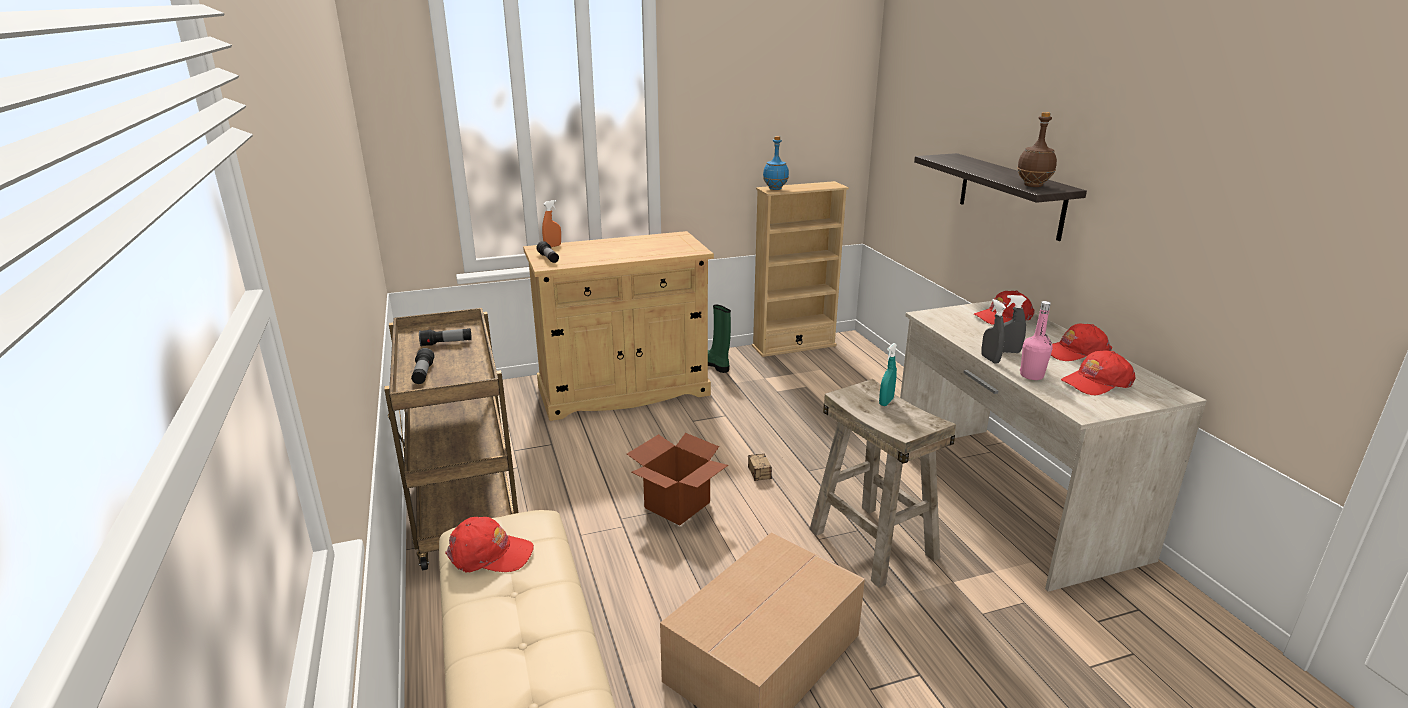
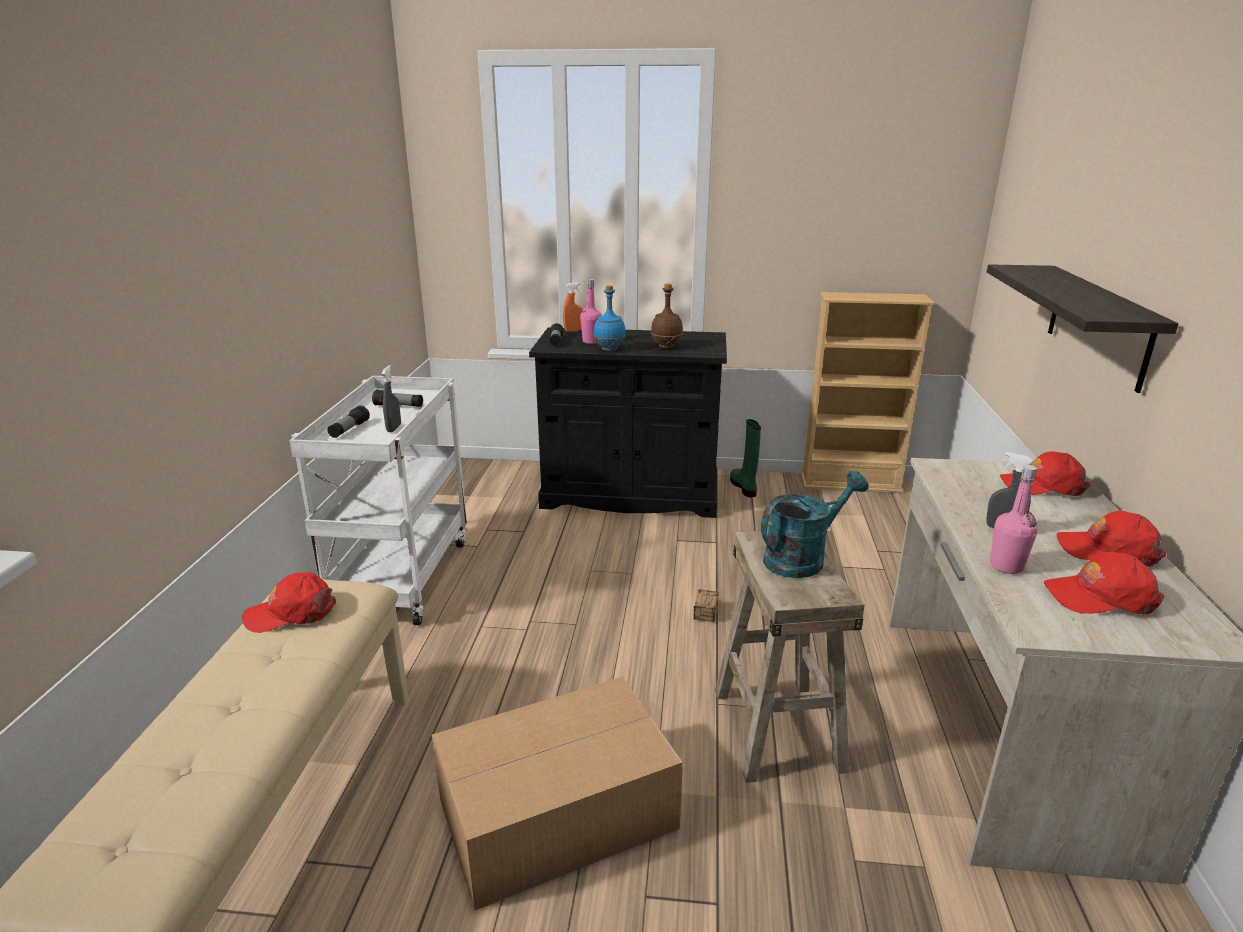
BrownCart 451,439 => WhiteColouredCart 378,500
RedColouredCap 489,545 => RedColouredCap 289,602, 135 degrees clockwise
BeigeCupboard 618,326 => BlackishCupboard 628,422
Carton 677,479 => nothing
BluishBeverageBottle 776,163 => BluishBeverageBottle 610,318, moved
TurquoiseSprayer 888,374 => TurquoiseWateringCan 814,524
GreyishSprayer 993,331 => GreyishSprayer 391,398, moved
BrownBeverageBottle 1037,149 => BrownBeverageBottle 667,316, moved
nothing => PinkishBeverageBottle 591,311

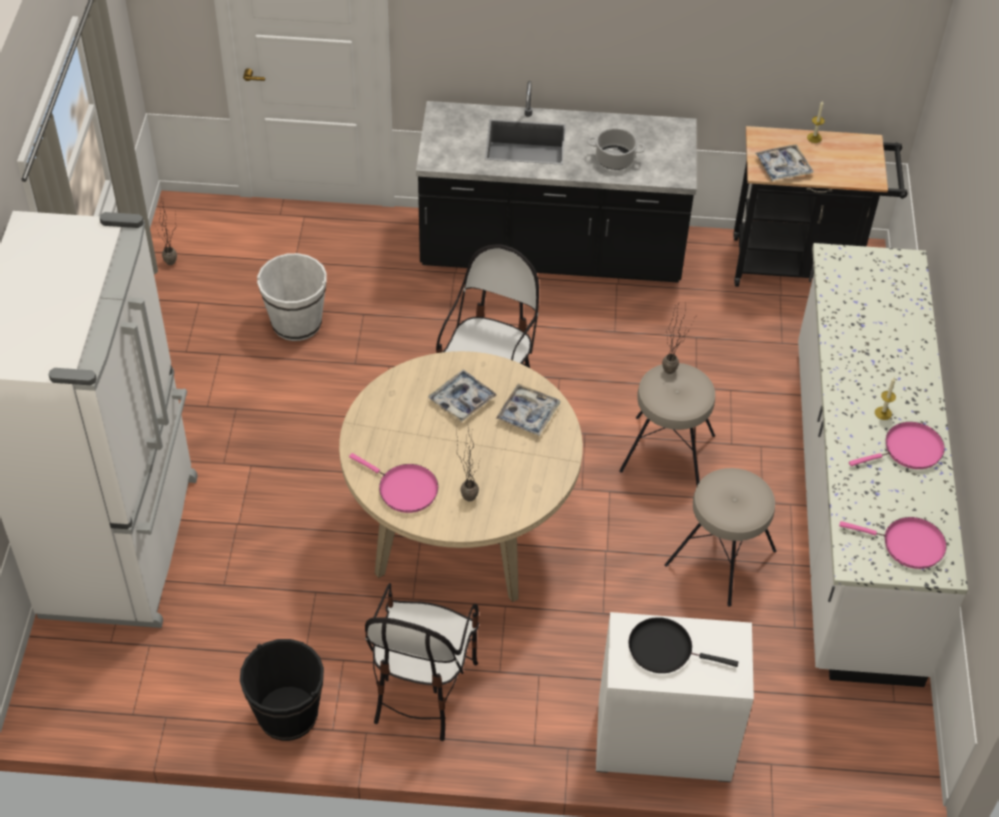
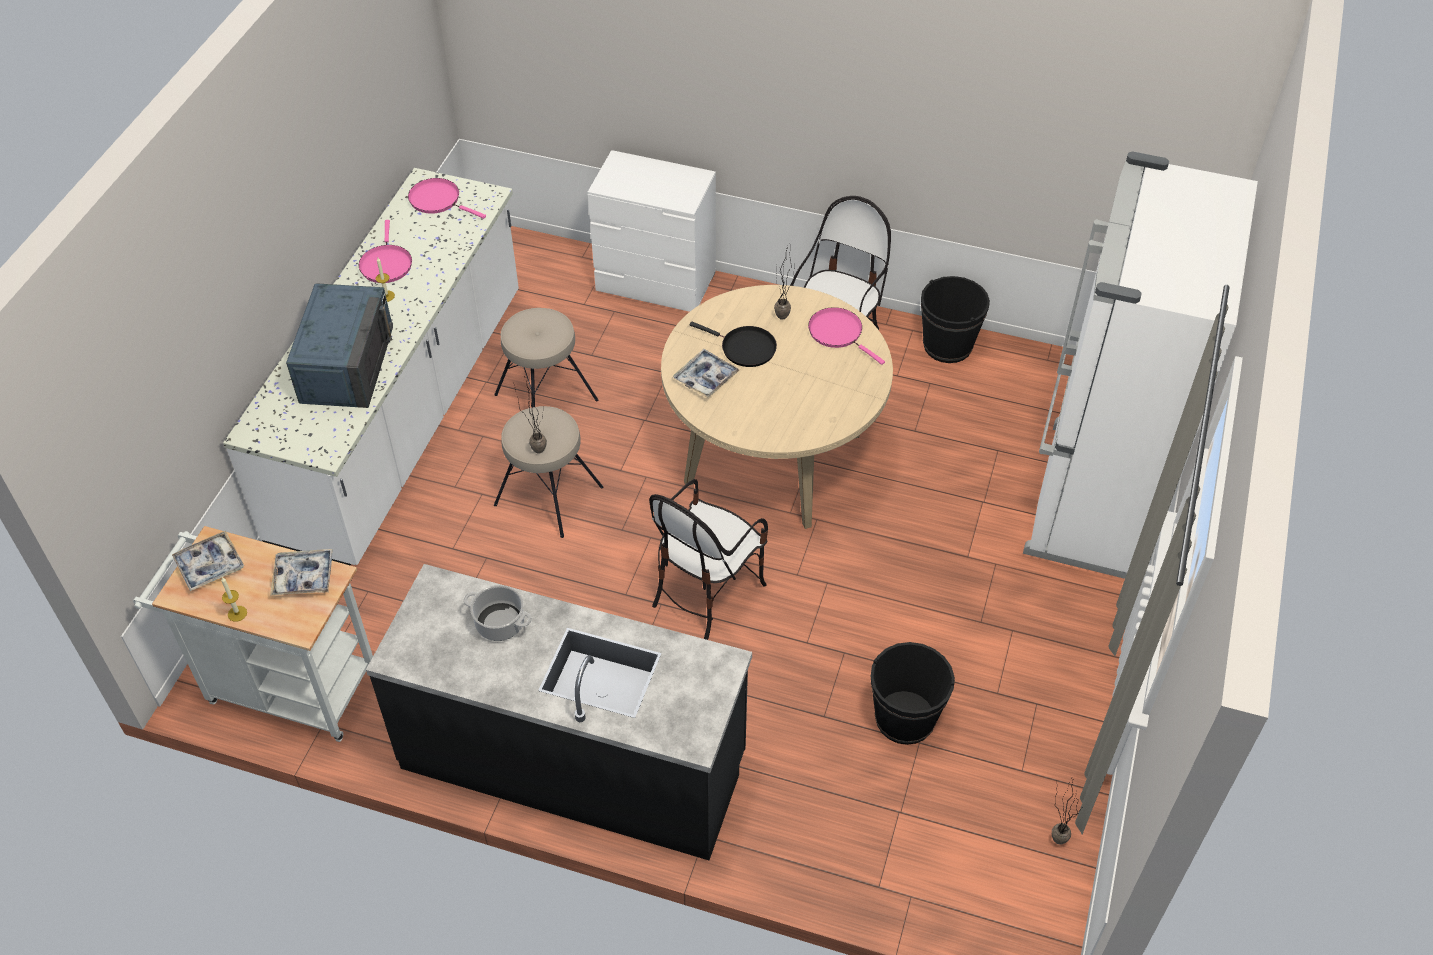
WhiteColouredPail 292,297 => BlackishPail 913,693
CarryingTray 462,395 => CarryingTray 208,561, moved
BlackishPan 683,645 => BlackishPan 733,344, moved
BlackishCart 820,206 => WhiteColouredCart 253,634
PinkishPan 897,445 => PinkishPan 385,251, 90 degrees counterclockwise
nothing => BluishKitchenMicrowave 339,345

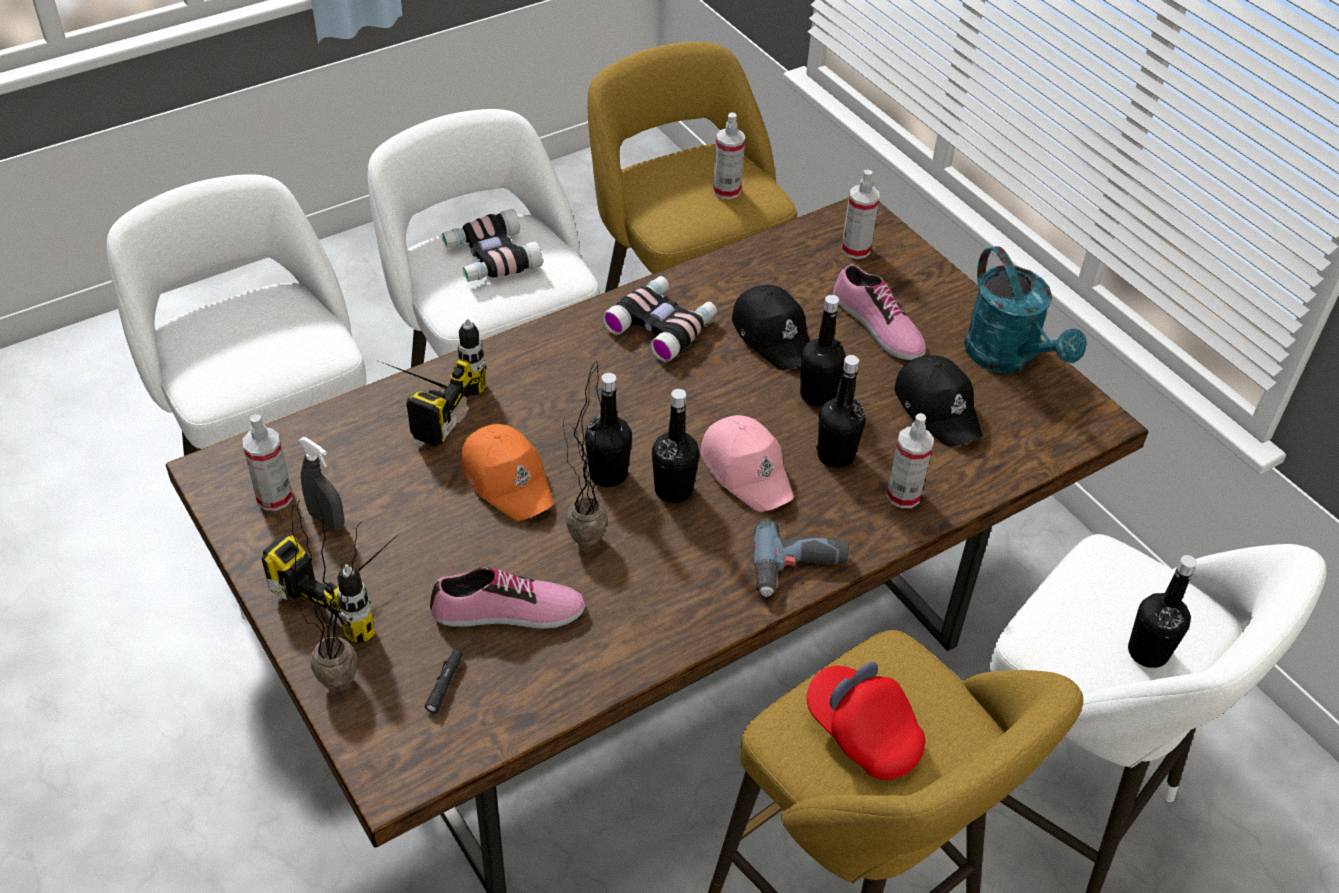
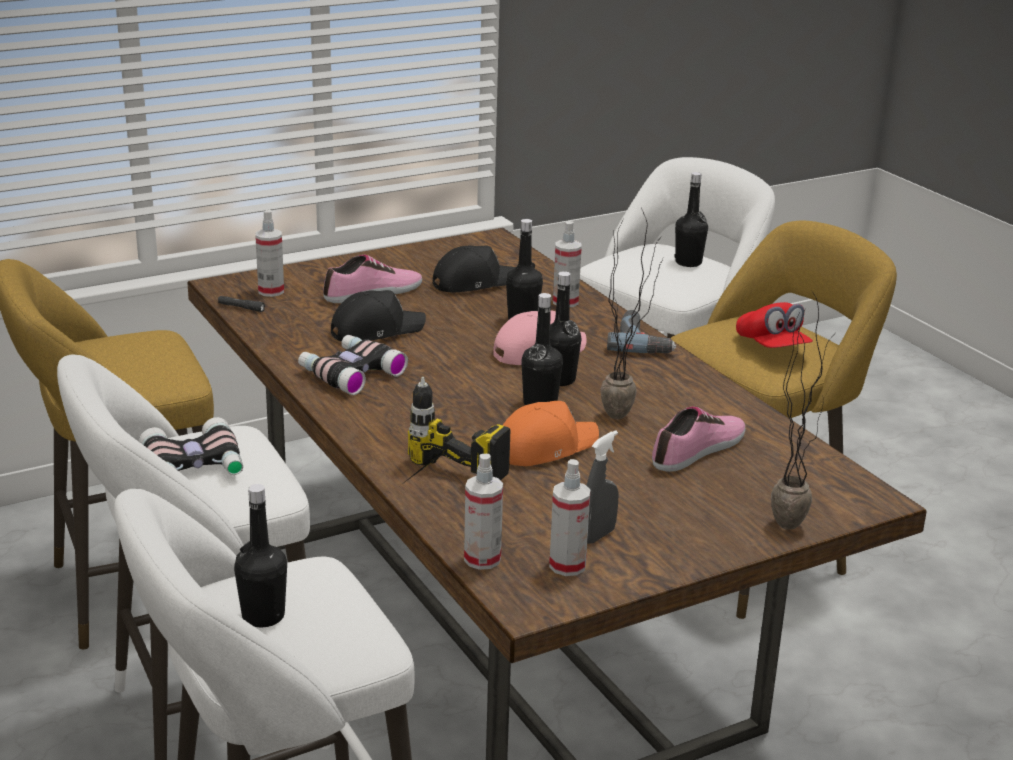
PowerDrill 332,587 => nothing
BlackishTorch 444,681 => BlackishTorch 241,304, moved
ItemOfFootwear 507,598 => ItemOfFootwear 699,439, 45 degrees clockwise
Sprayer 729,155 => Sprayer 483,512, moved
BlackishBeverageBottle 823,351 => BlackishBeverageBottle 260,555, moved
RedColouredCap 866,721 => RedColouredCap 774,325, 75 degrees counterclockwise
TurquoiseWateringCan 1025,310 => nothing

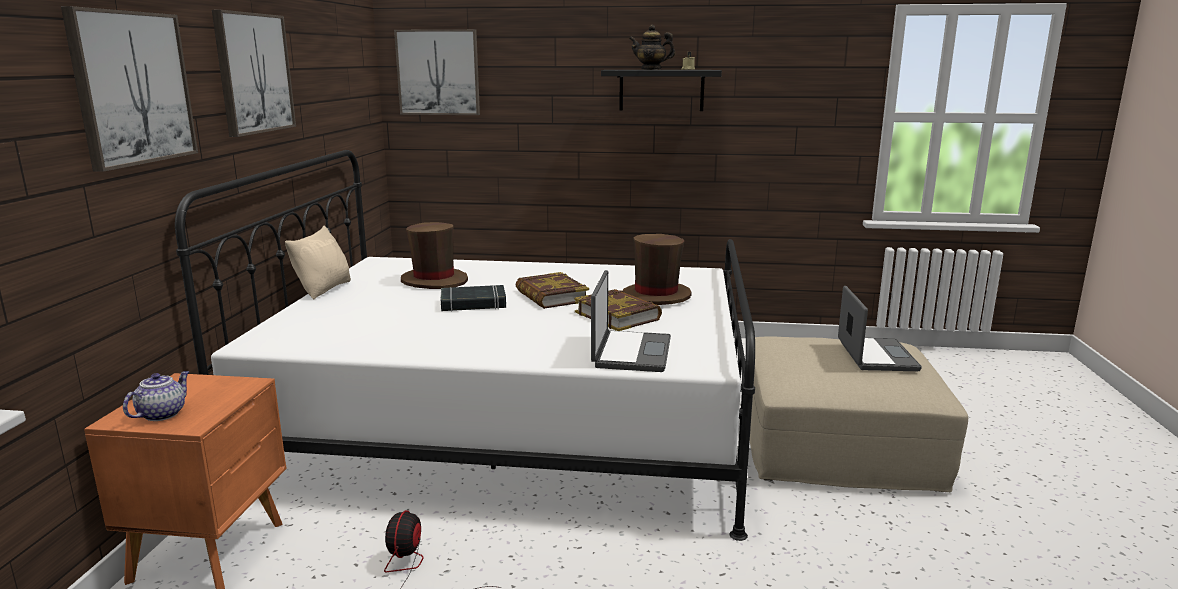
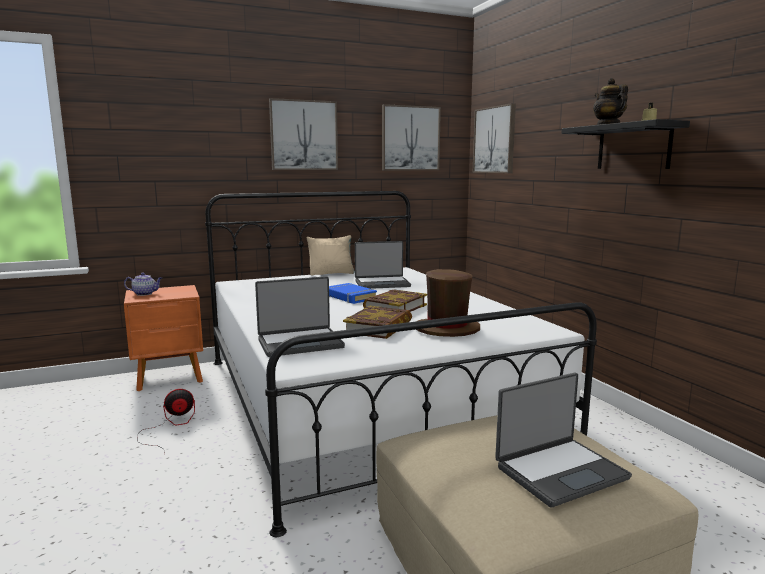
Picture 129,89 => Picture 411,137, moved
BrownClothingHat 434,255 => Laptop 383,265
BlackishBoundBook 473,298 => BluishBoundBook 353,293

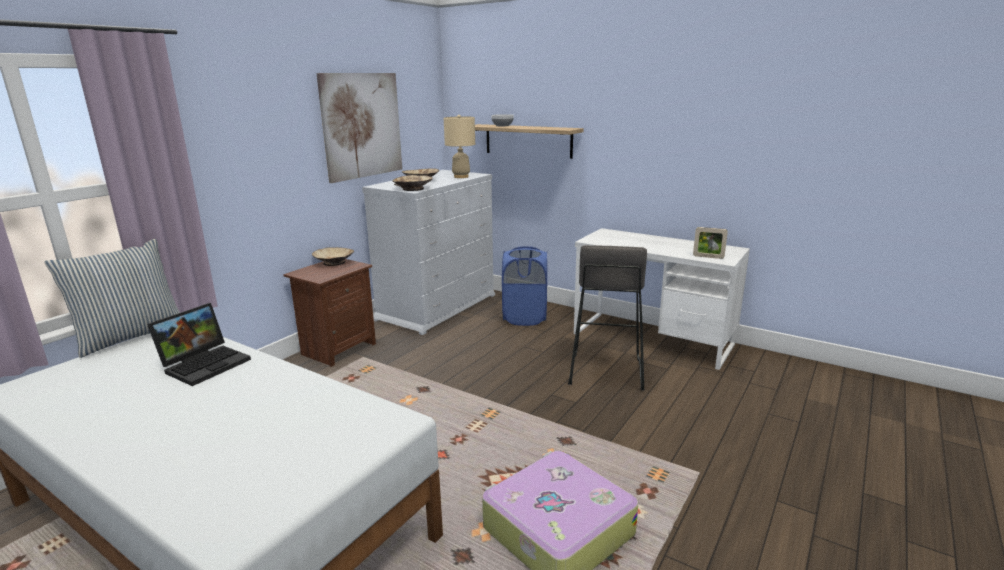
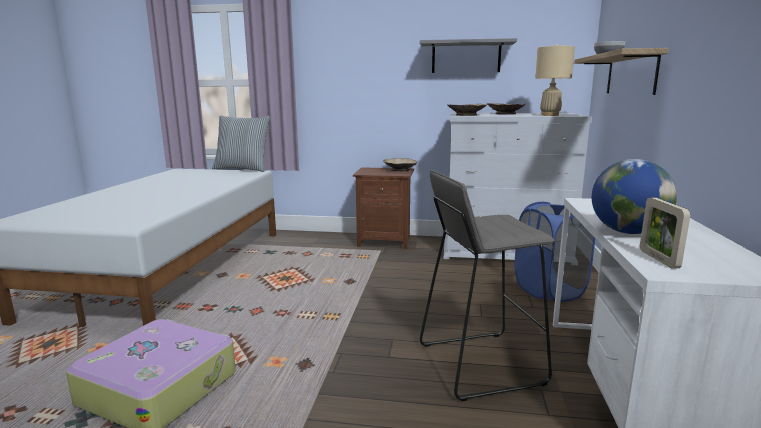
Laptop 199,344 => nothing
Picture 359,128 => GreyishWallShelf 468,55
nothing => DeskGlobe 634,196

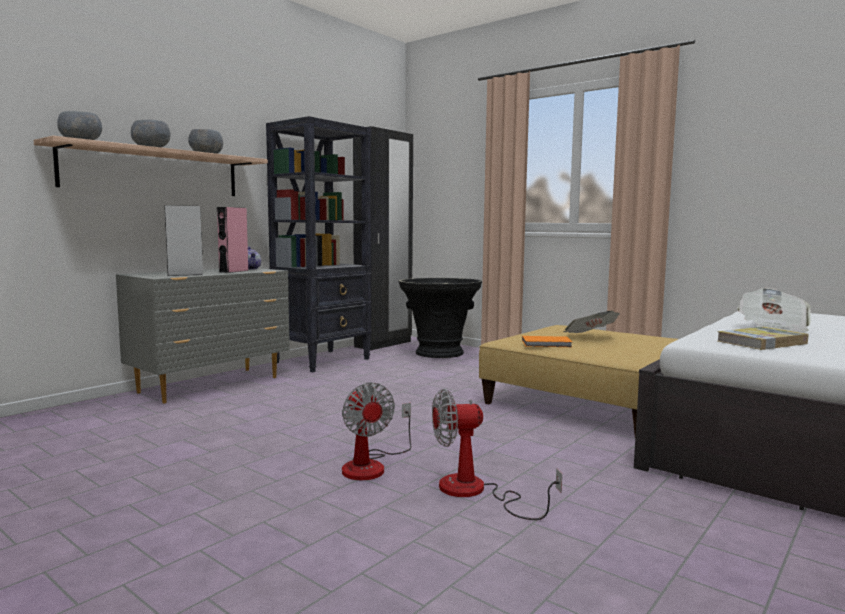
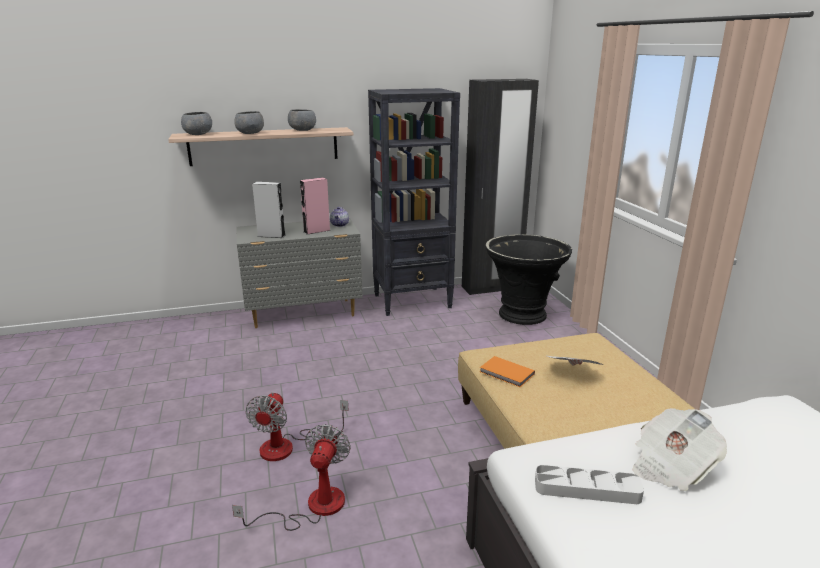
CoolingFan 497,454 => CoolingFan 291,477, 75 degrees clockwise
BoundBook 763,338 => GreyishCarryingTray 589,484

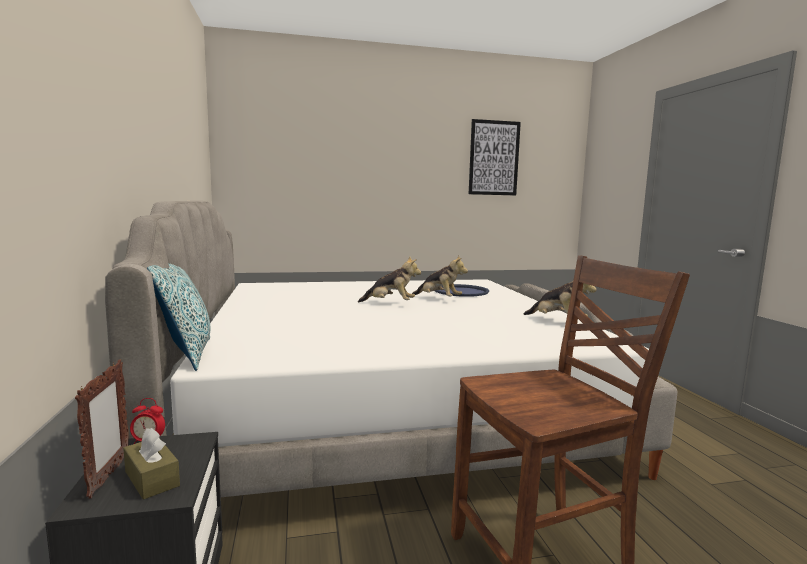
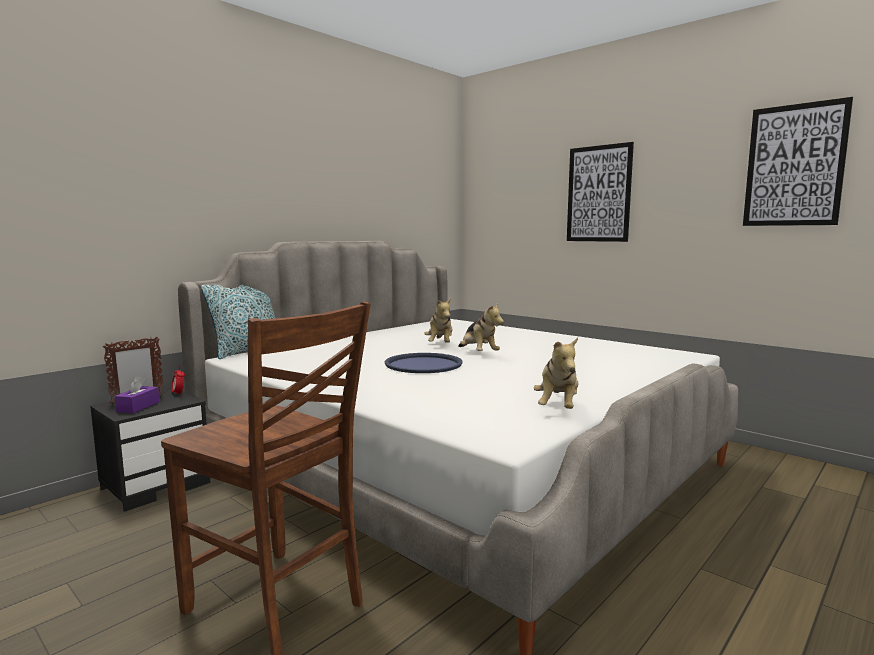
BrownTissueBox 151,464 => PurplishTissueBox 137,394
CuddlyToy 440,276 => CuddlyToy 439,320, moved
BluishCarryingTray 462,290 => BluishCarryingTray 423,363, moved
nothing => Picture 600,192

